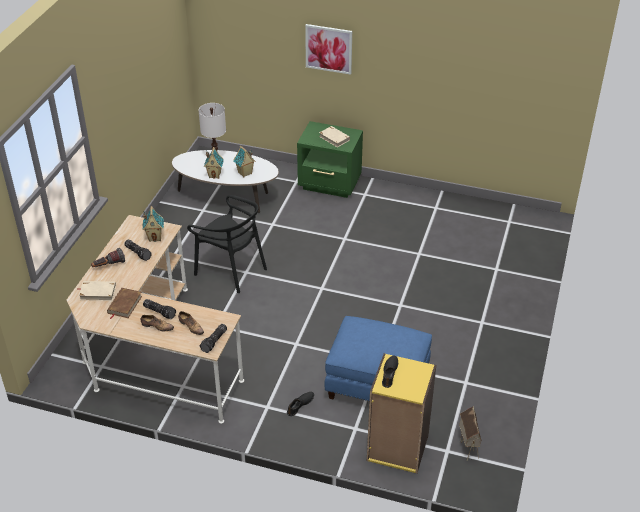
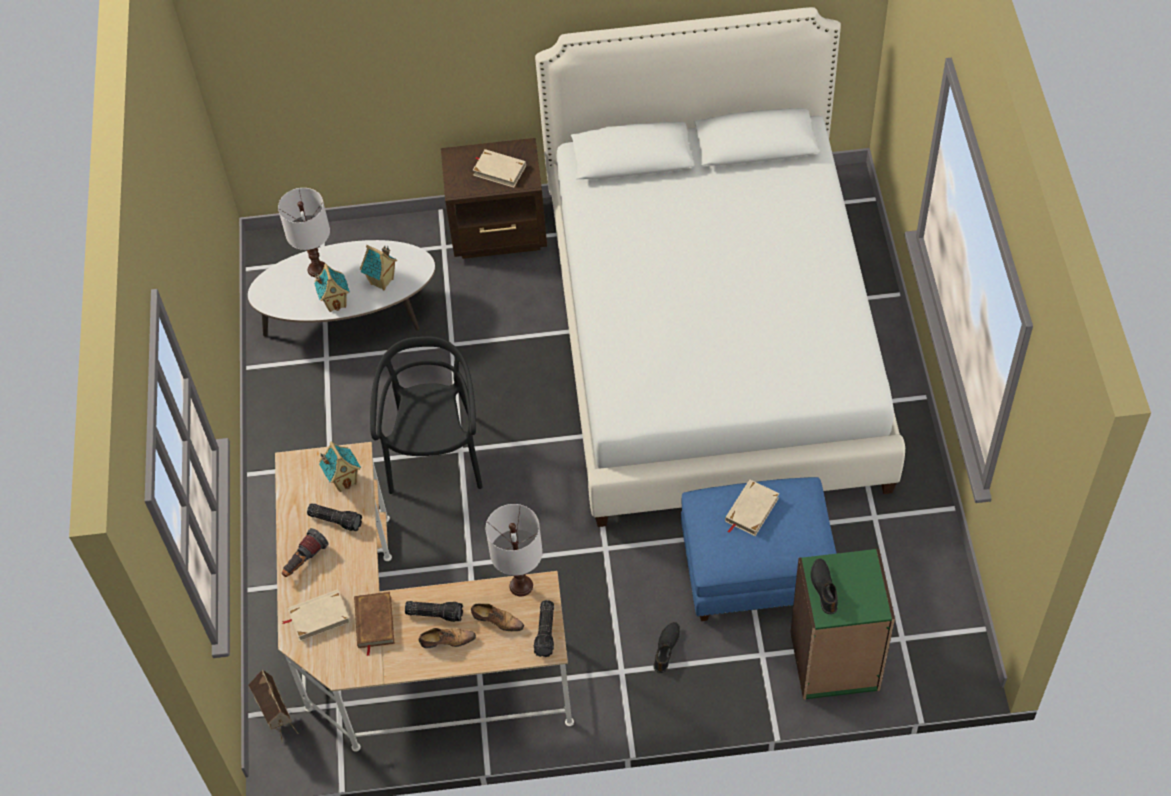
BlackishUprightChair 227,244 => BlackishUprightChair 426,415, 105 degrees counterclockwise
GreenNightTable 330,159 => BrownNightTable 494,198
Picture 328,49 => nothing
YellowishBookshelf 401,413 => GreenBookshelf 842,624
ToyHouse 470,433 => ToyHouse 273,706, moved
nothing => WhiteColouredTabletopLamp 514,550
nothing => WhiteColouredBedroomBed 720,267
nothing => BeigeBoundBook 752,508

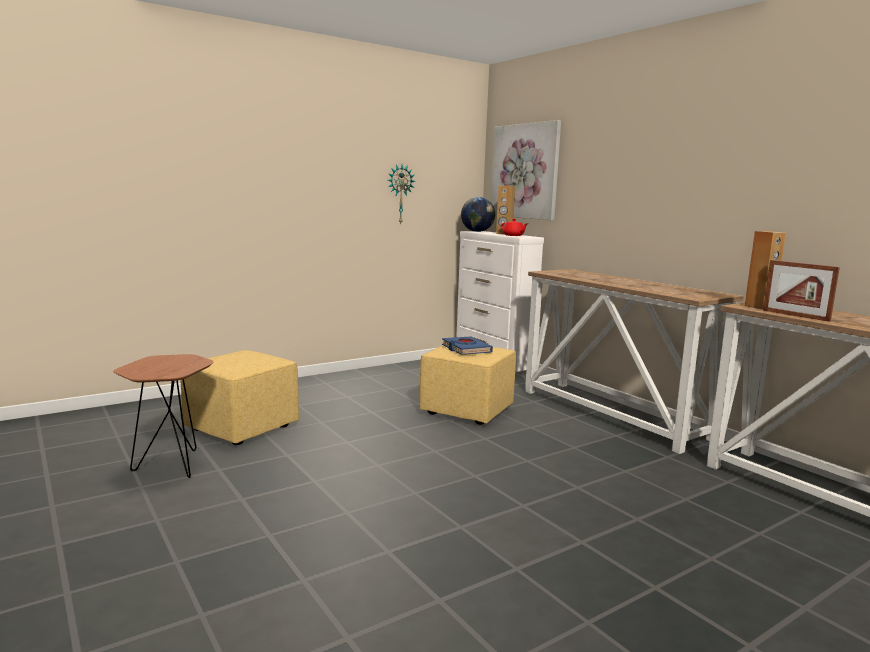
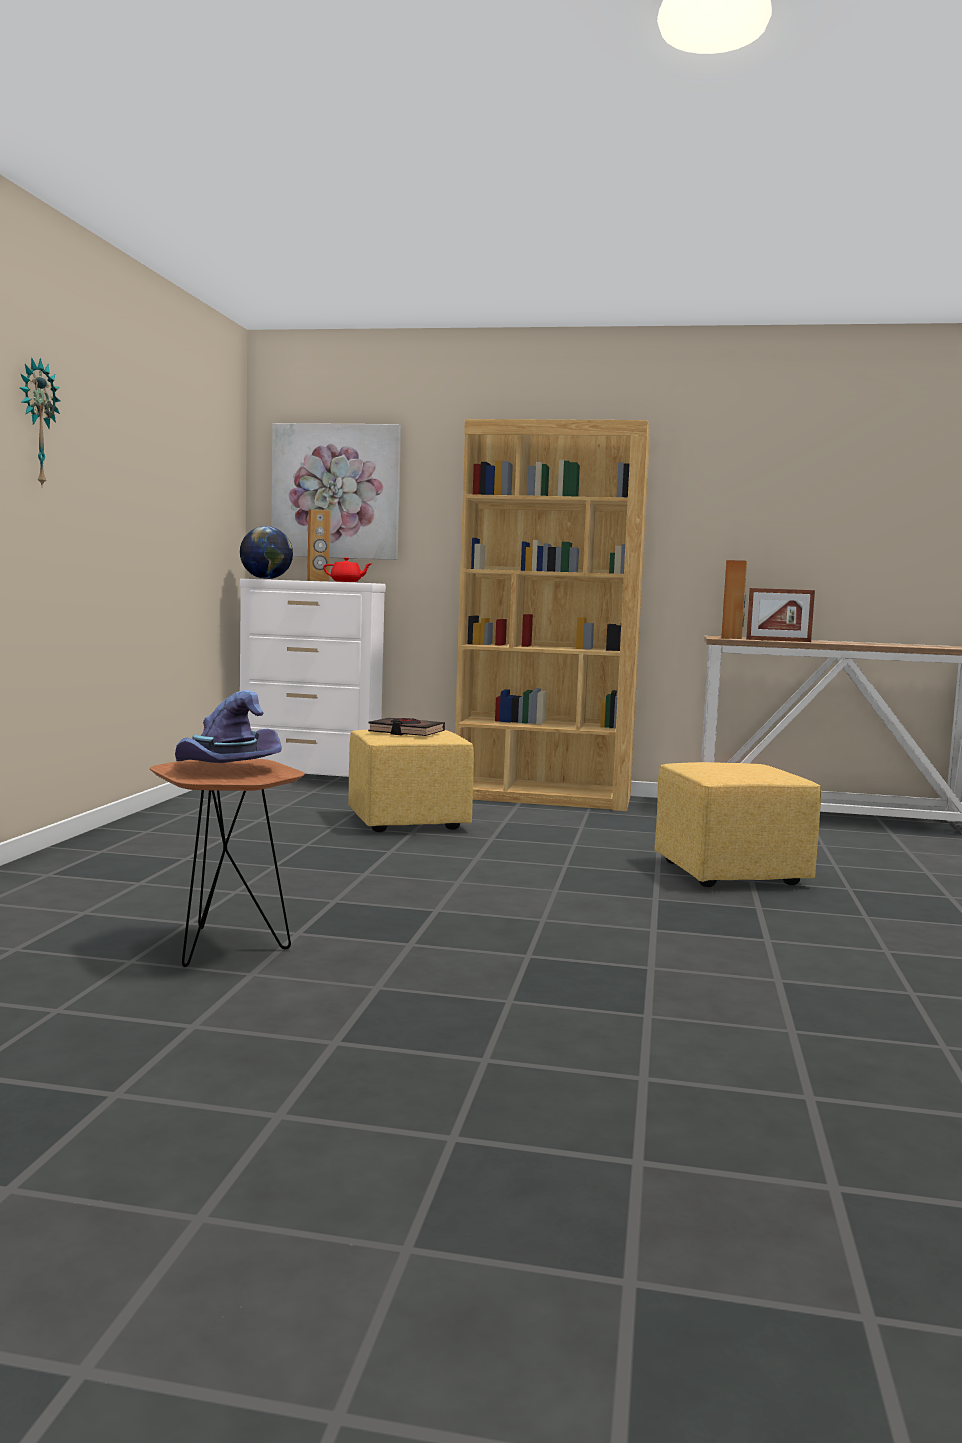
YellowishOttoman 239,397 => YellowishOttoman 737,824, moved
HangingClock 402,194 => HangingClock 39,422, moved
BluishBoundBook 467,345 => BlackishBoundBook 406,727
NarrowTable 634,361 => BrownBookshelf 552,615
nothing => PurplishClothingHat 228,726

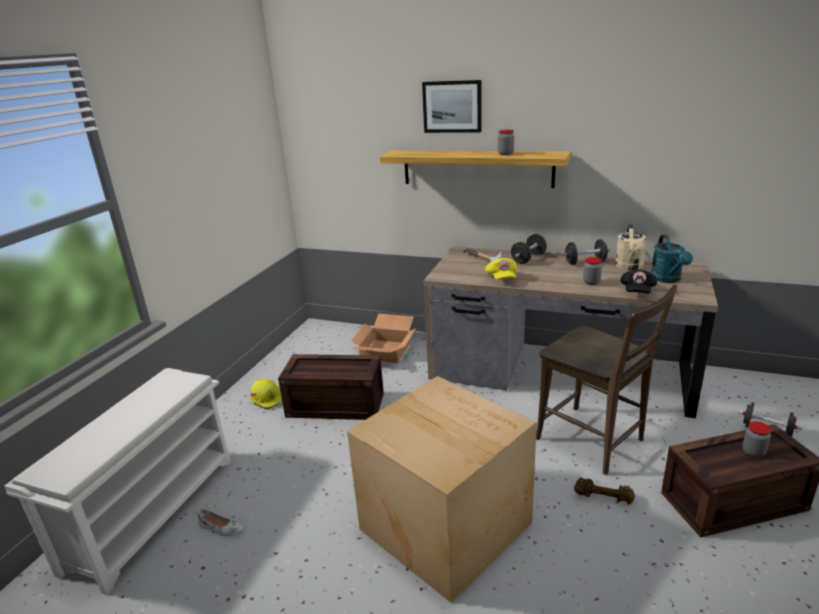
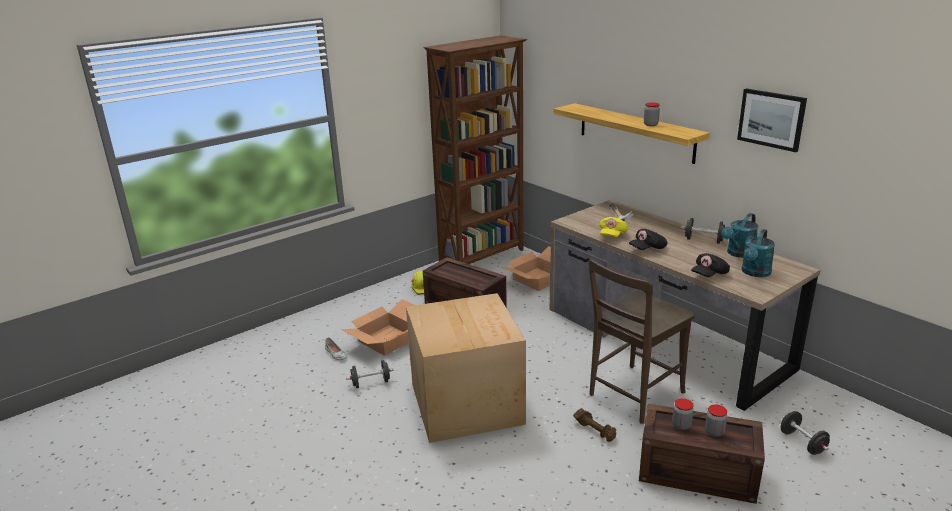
WhiteColouredShoeRack 118,481 => nothing
Picture 452,106 => Picture 772,120, moved
BlackishHandWeight 529,249 => BlackishHandWeight 370,374, moved
BrownUprightChair 606,380 => BrownUprightChair 641,341, 60 degrees clockwise
StorageJar 592,271 => StorageJar 683,414, moved
BeigeWateringCan 630,247 => TurquoiseWateringCan 740,235
nothing => Carton 377,327
nothing => BrownBookshelf 475,149
nothing => BlackishCap 648,239

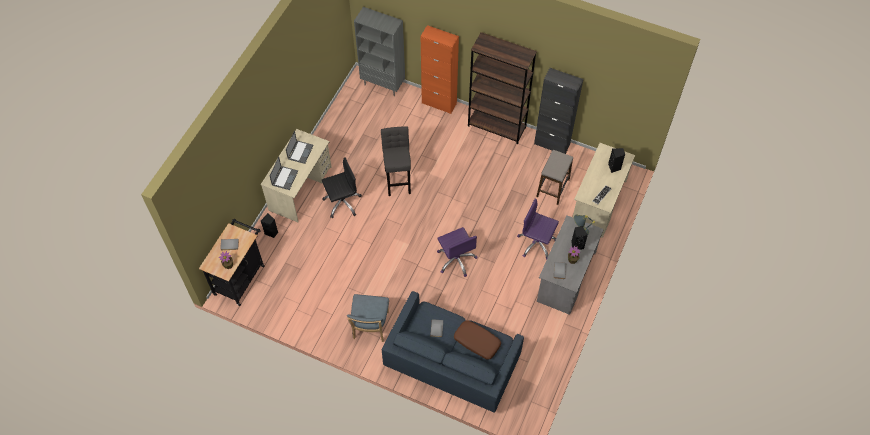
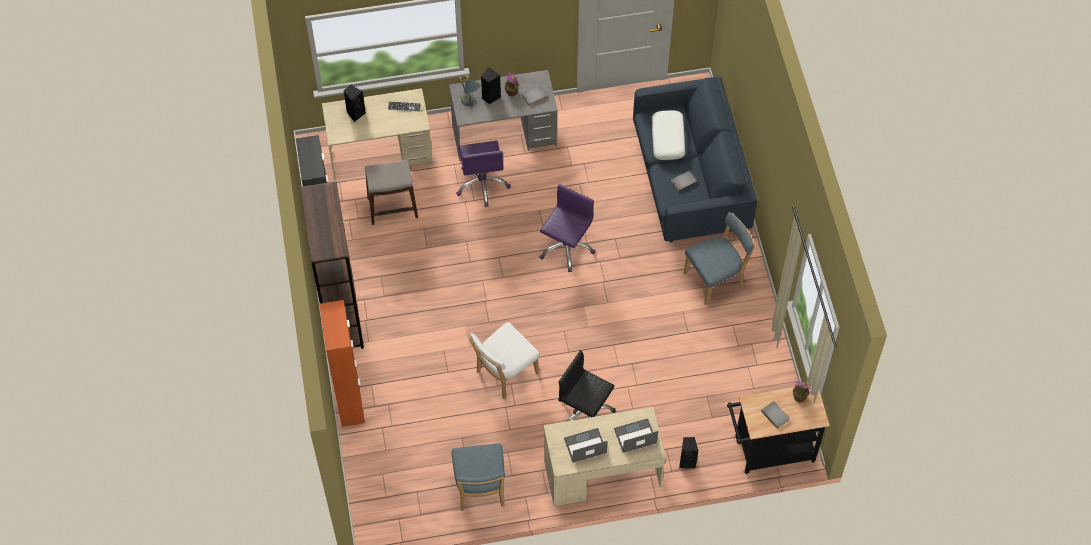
GreyishBookshelf 379,51 => nothing
GreyishStoolSeat 396,161 => WhiteColouredUprightChair 504,360
BrownCushion 477,340 => WhiteColouredCushion 668,135
nothing => BluishUprightChair 478,477

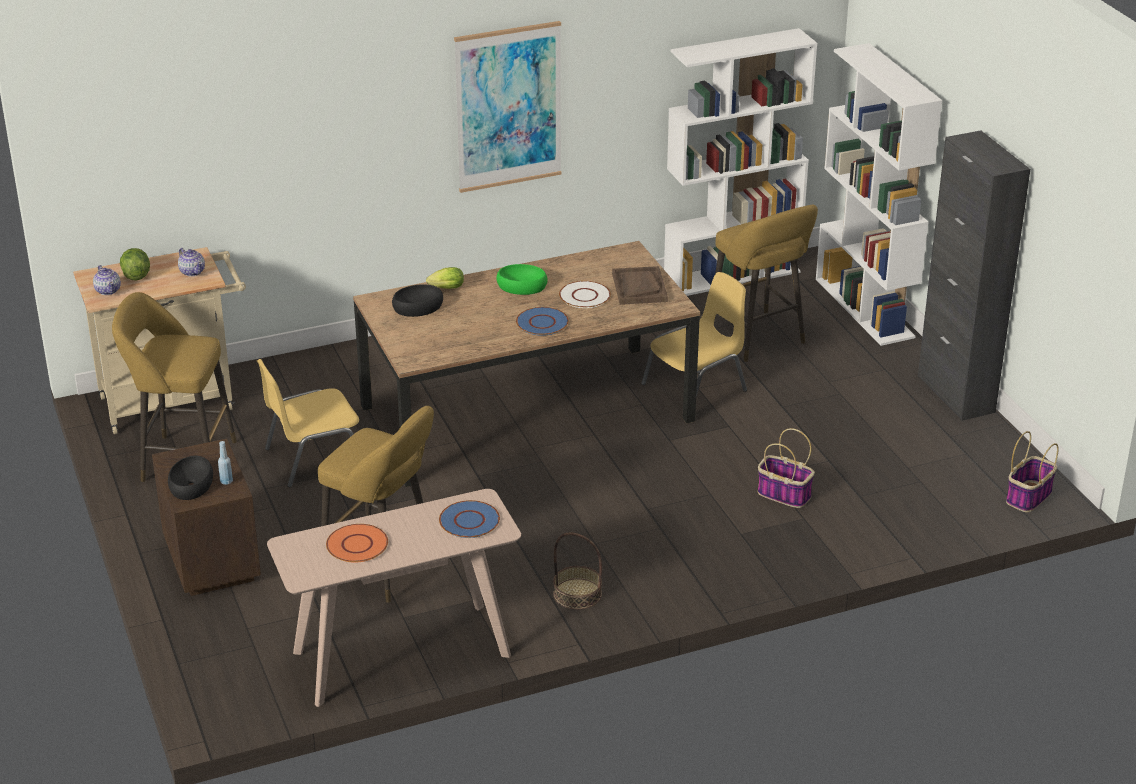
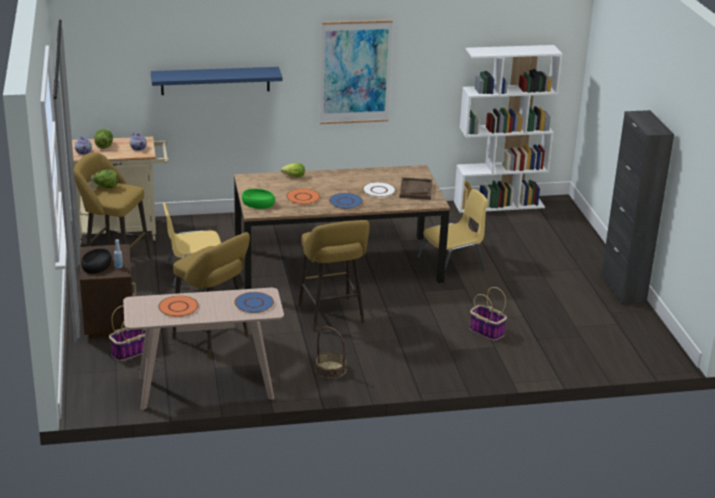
BlackishDeepDish 417,300 => nothing
GreenDeepDish 522,279 => GreenDeepDish 258,199, moved
YellowishStoolSeat 766,283 => YellowishStoolSeat 334,275, moved
WhiteColouredBookshelf 879,194 => nothing
StorageBasket 1032,471 => StorageBasket 127,333, moved
nothing => LettuceHead 104,178
nothing => BluishWallShelf 217,81
nothing => OrangeColouredPlate 303,197

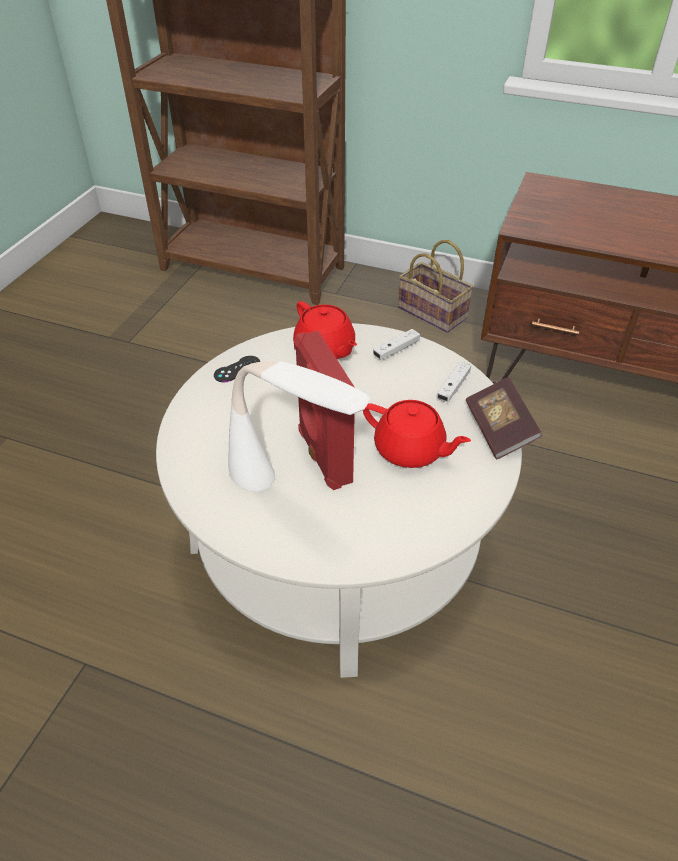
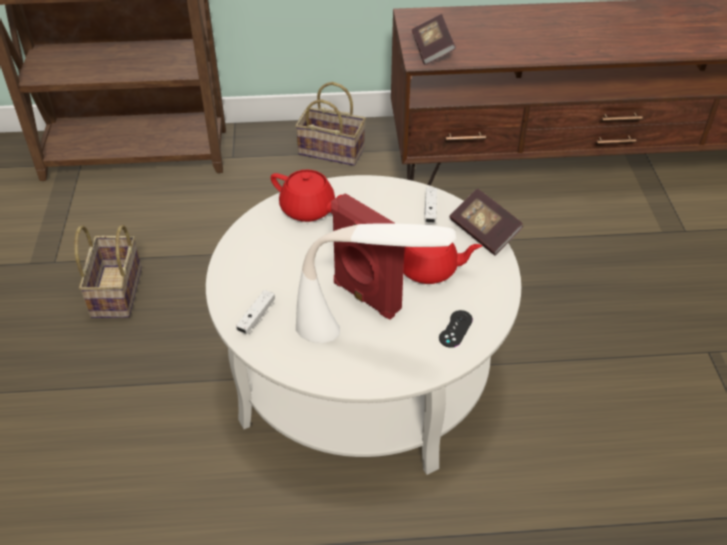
BlackishGameController 237,369 => BlackishGameController 456,329, moved
WhiteColouredGameController 396,344 => WhiteColouredGameController 255,312, moved
nothing => StorageBasket 108,271
nothing => BoundBook 434,39

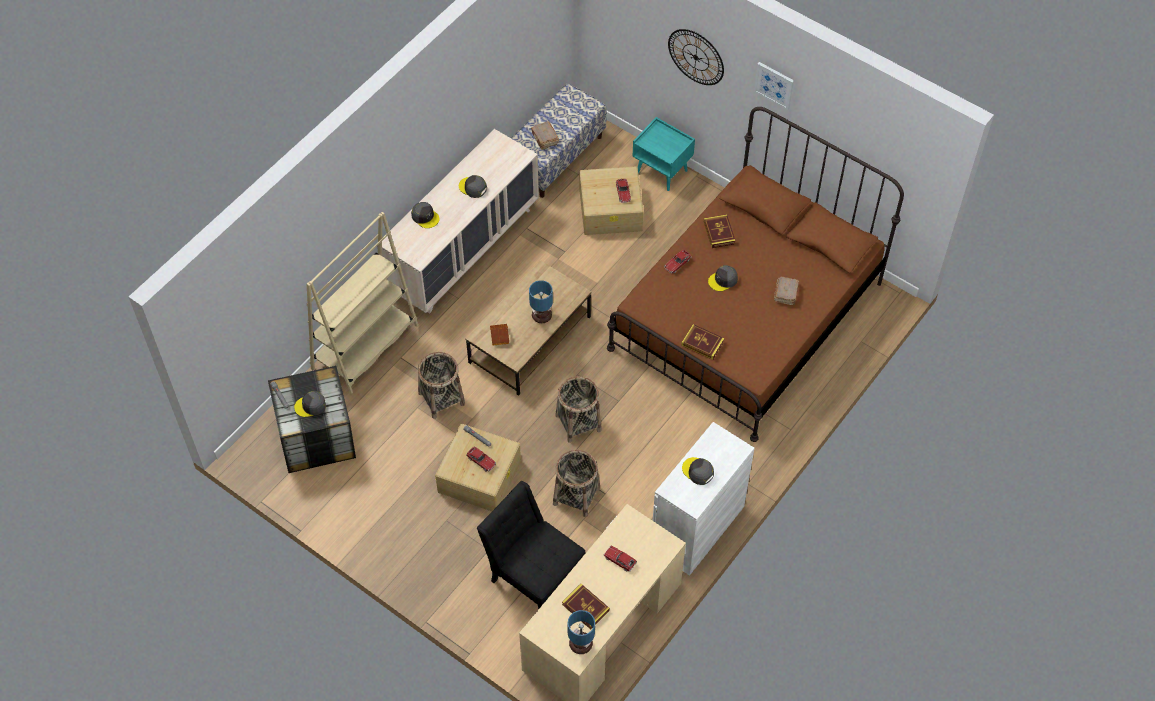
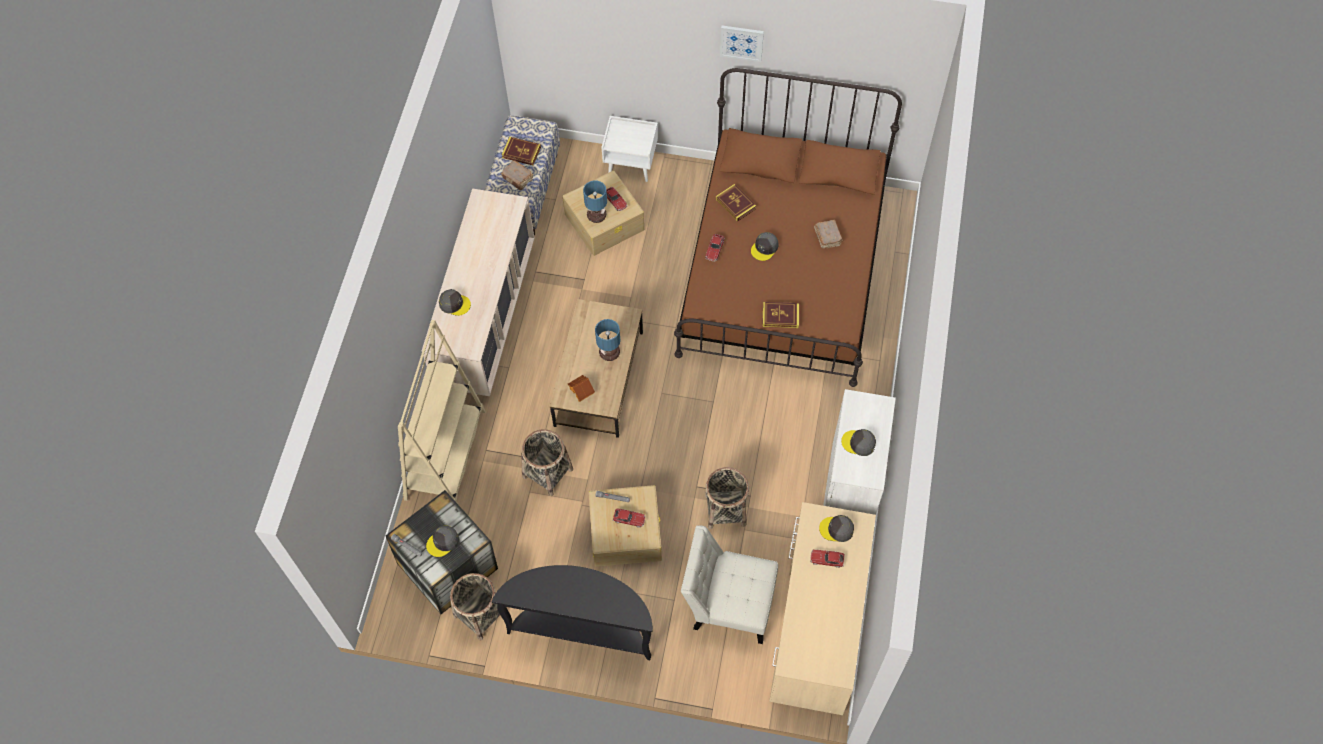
GreyishCap 473,186 => GreyishCap 836,528, moved
BlackishUprightChair 531,545 => WhiteColouredUprightChair 729,584
StorageBasket 579,409 => StorageBasket 475,607, moved
BoundBook 586,606 => BoundBook 521,151, moved
TabletopLamp 581,632 => TabletopLamp 595,202, moved
TurquoiseNightTable 663,154 => WhiteColouredNightTable 629,149
HangingClock 696,57 => nothing
nothing => BlackishNarrowTable 572,612

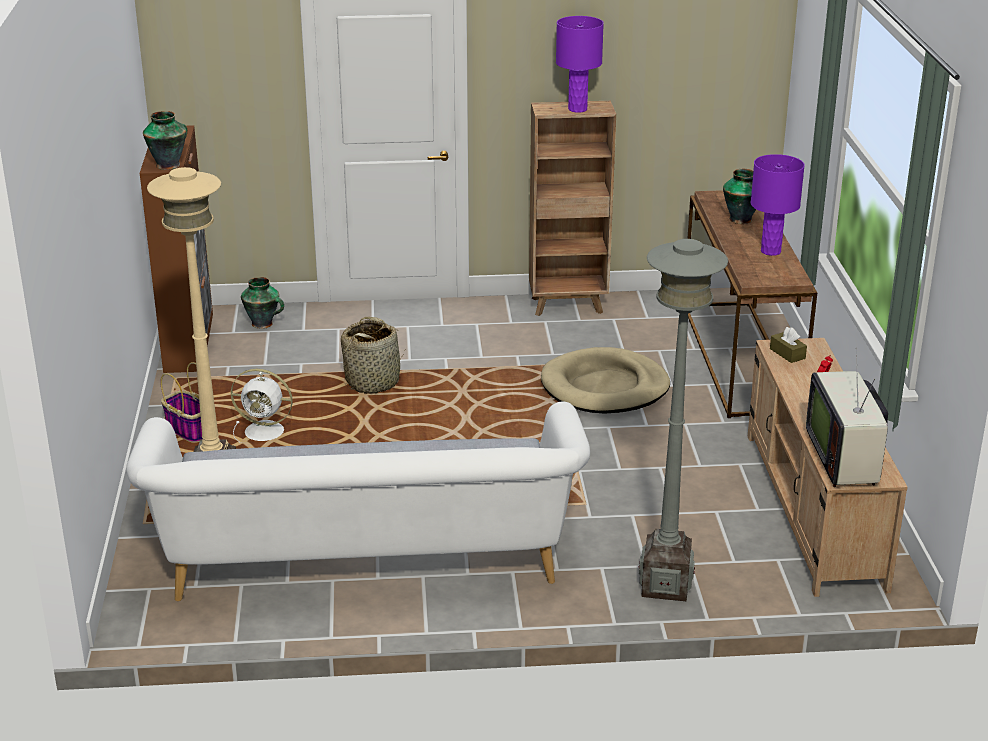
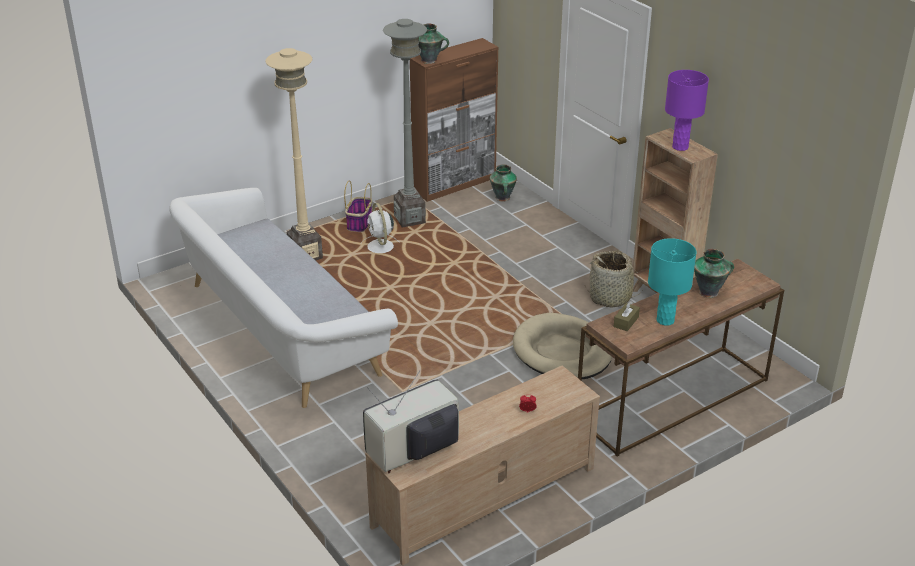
StorageBasket 373,355 => StorageBasket 614,278, moved
GreyishStandingLamp 683,420 => GreyishStandingLamp 405,123, moved
PurplishTabletopLamp 778,205 => TurquoiseTabletopLamp 672,282
BrownTissueBox 788,345 => BrownTissueBox 627,316, moved

